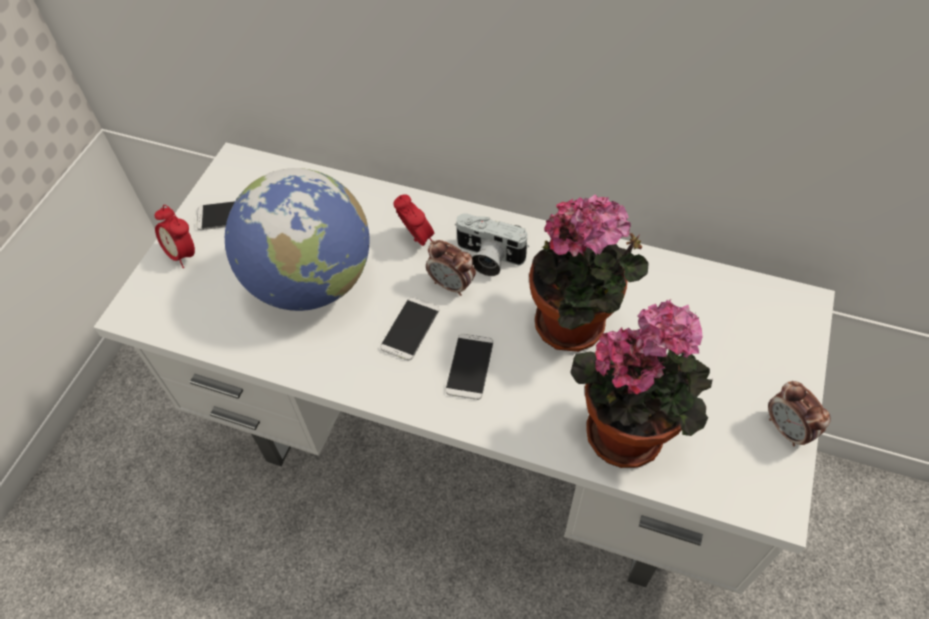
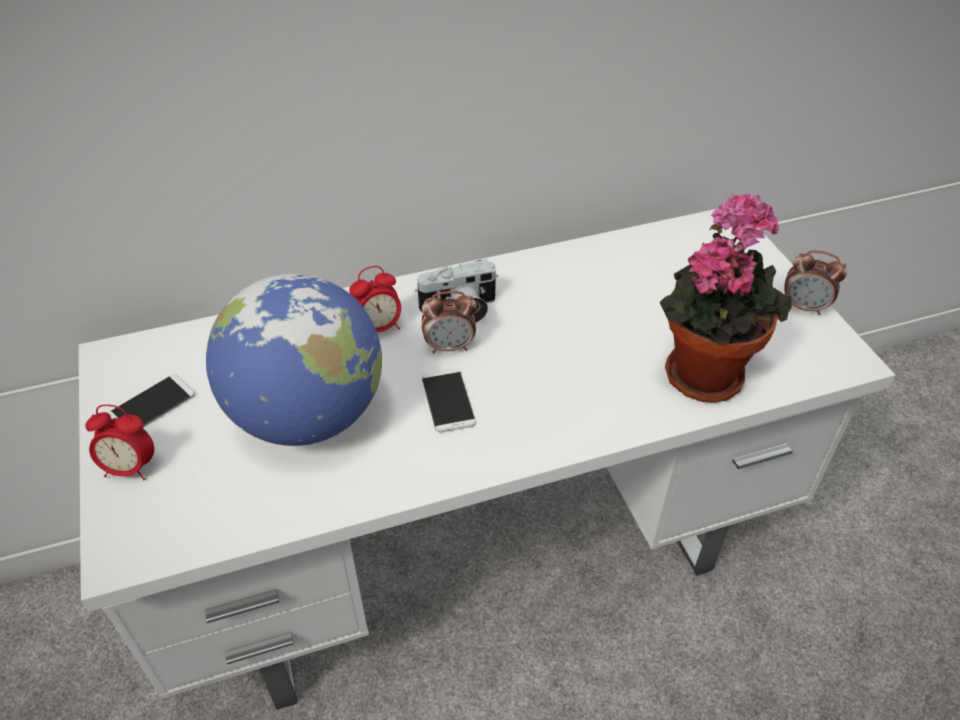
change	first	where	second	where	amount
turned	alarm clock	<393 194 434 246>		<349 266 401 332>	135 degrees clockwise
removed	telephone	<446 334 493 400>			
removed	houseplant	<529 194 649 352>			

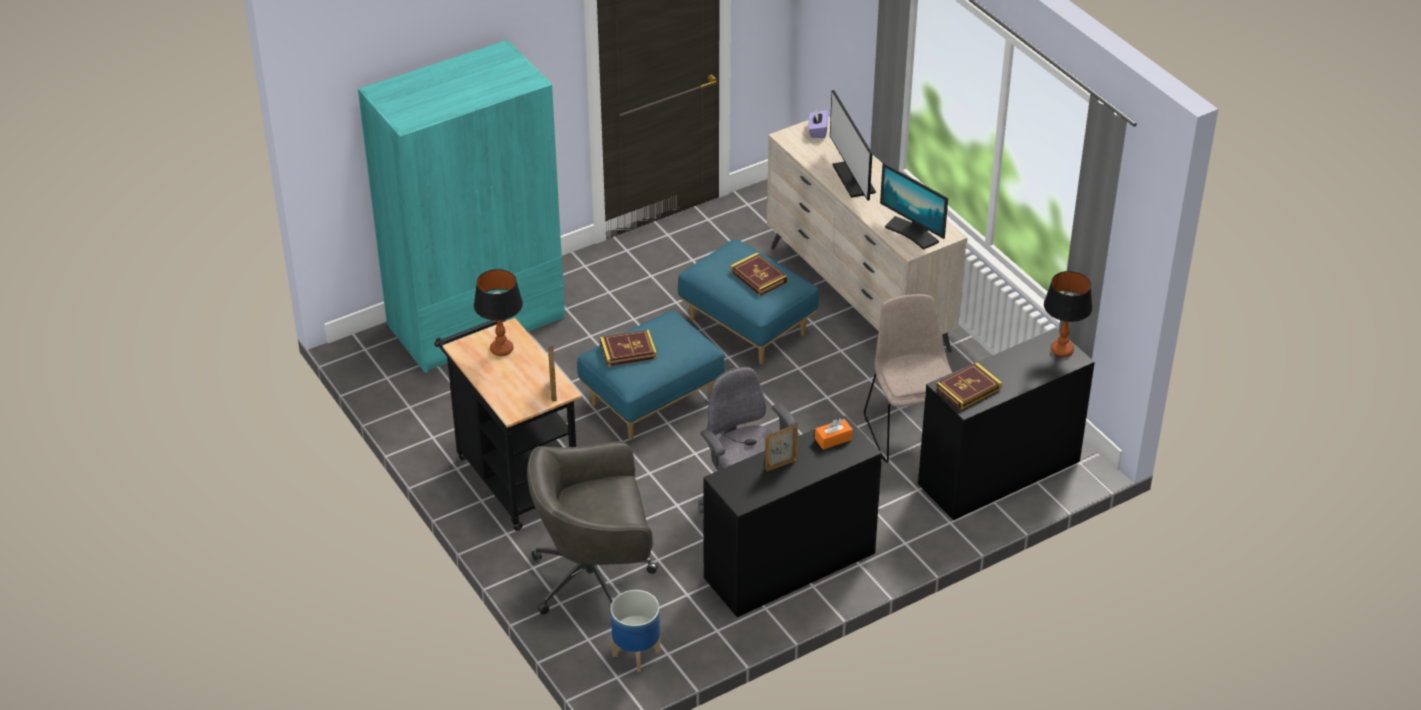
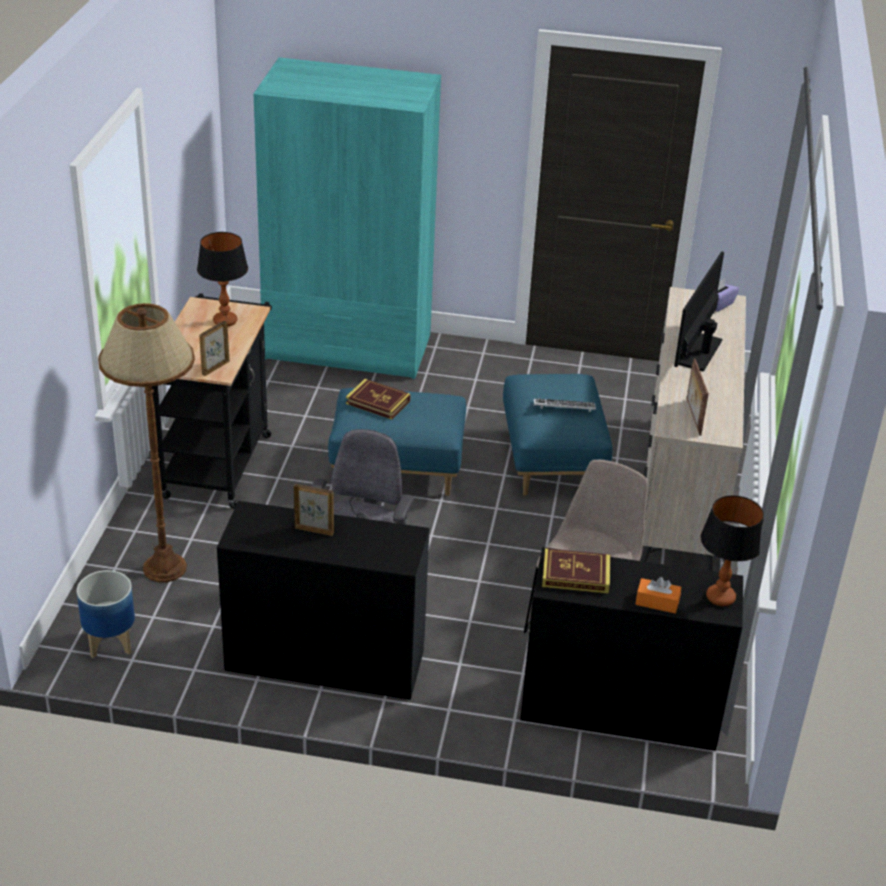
change	first	where	second	where	amount
replaced	grey office chair	<527 441 658 615>	brown floor lamp	<98 303 195 582>	
replaced	book	<730 253 787 296>	computer keyboard	<534 398 596 412>	
moved	orange box of tissues	<815 419 853 450>		<635 577 681 614>	
replaced	monitor	<880 163 948 250>	picture frame	<687 358 709 436>	

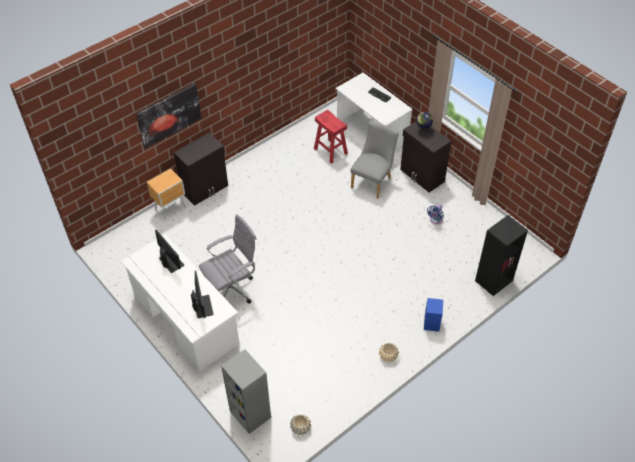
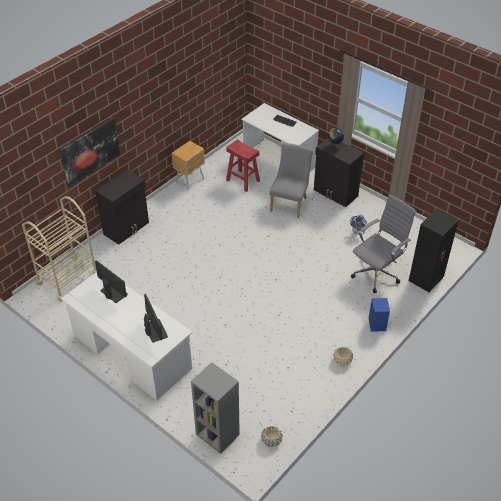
change	first	where	second	where	amount
moved	brown bedside table	<147 168 186 221>		<171 141 205 190>	
moved	grey office chair	<199 214 256 304>		<351 194 416 293>	
added			beige-coloured cart	<22 196 97 302>	

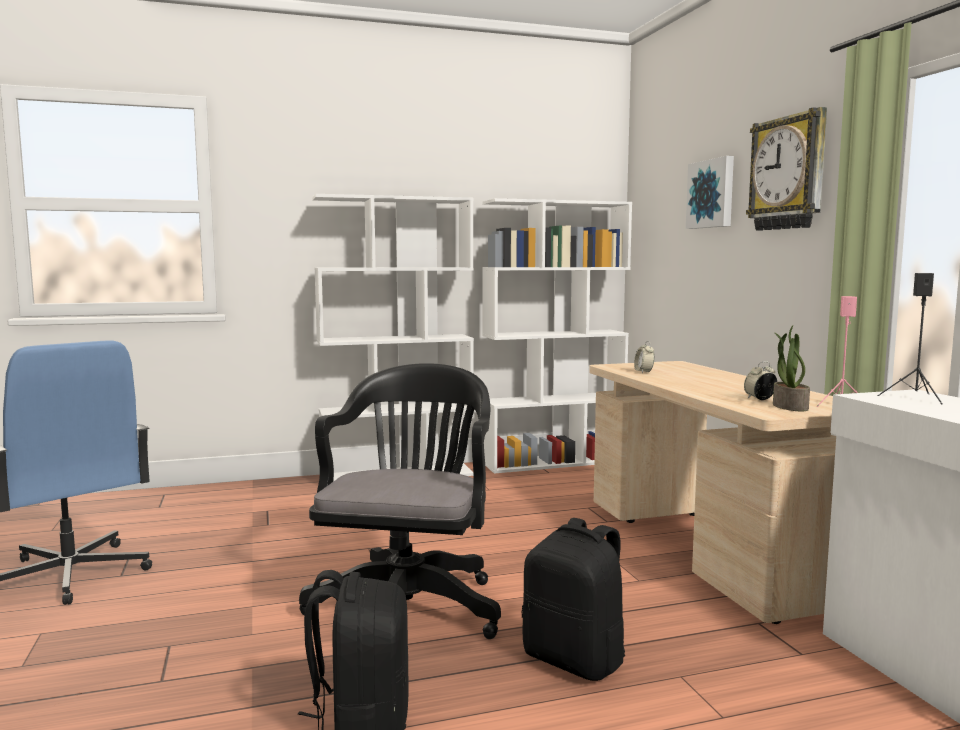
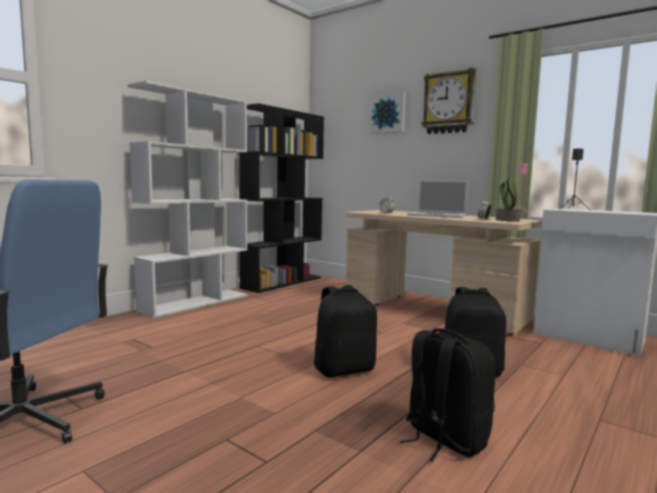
change	first	where	second	where	amount
replaced	black-coloured office chair	<299 363 501 639>	black-coloured knapsack	<314 285 377 377>	
recoloured	white-coloured shelving unit	<482 198 632 474>	black-coloured shelving unit	<239 103 324 293>	
added			notebook computer	<408 179 469 218>	

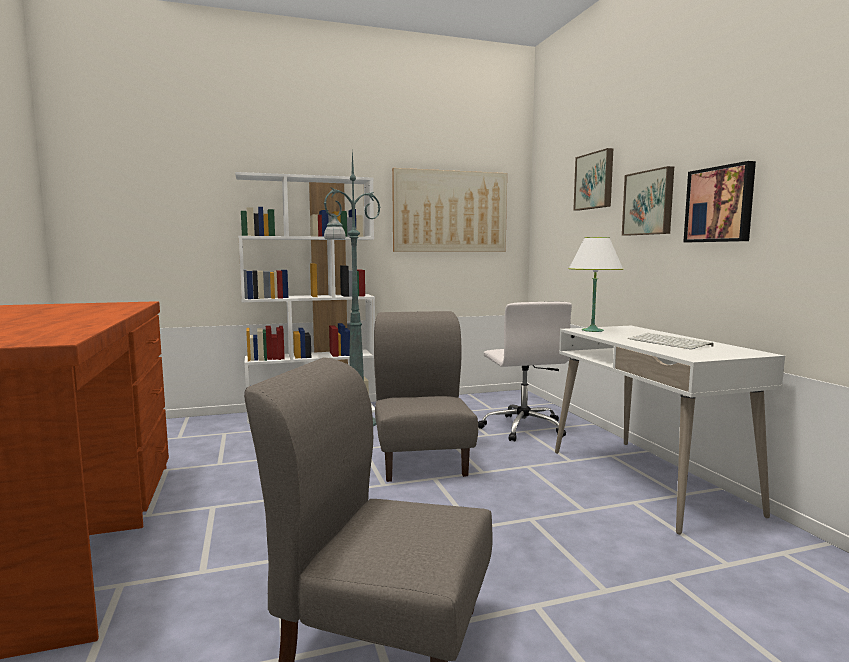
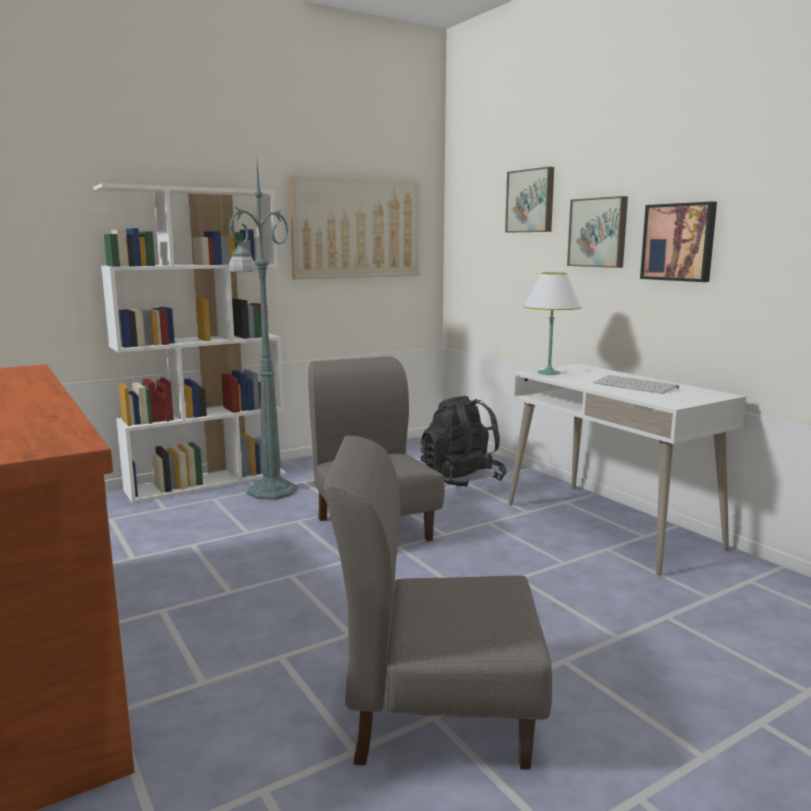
change	first	where	second	where	amount
replaced	white-coloured office chair	<478 302 572 442>	black-coloured knapsack	<421 396 507 487>	

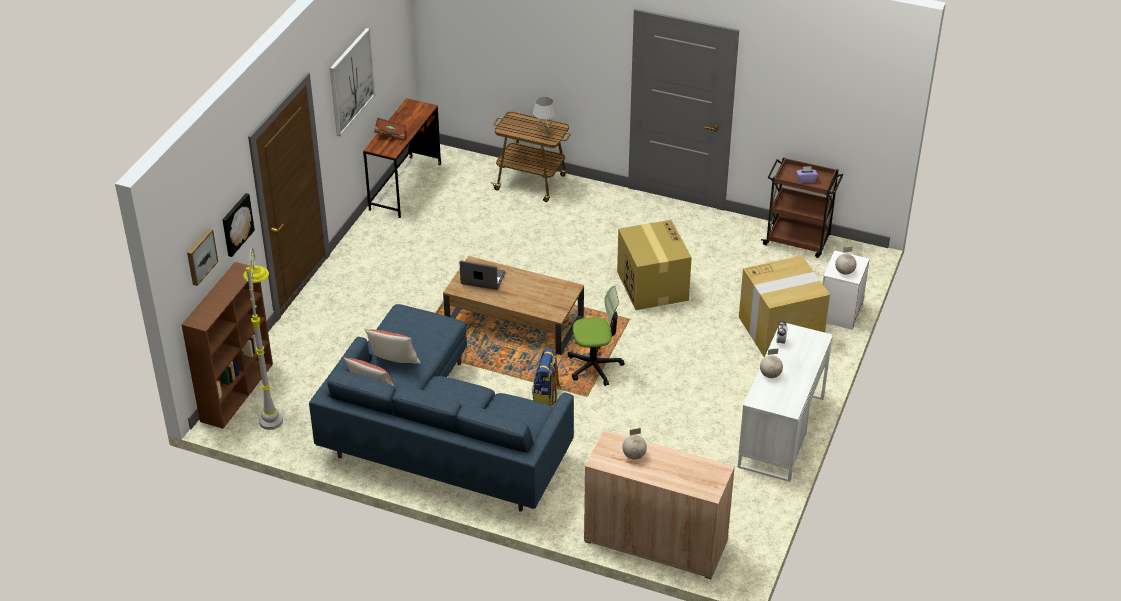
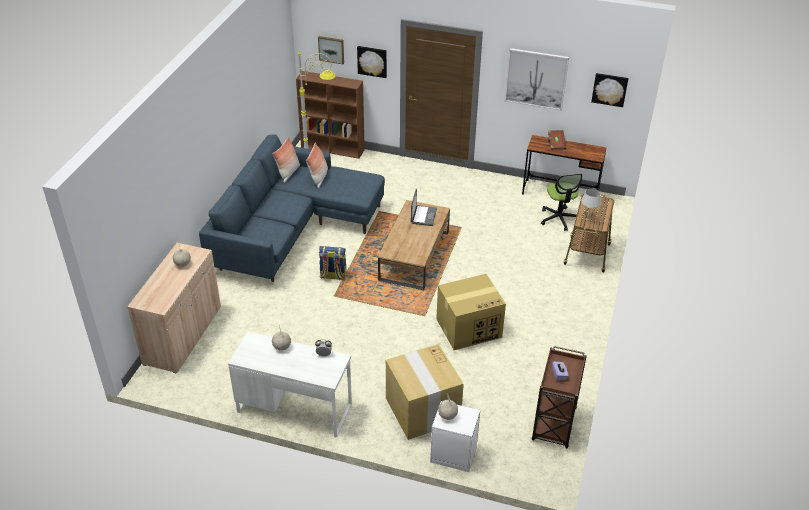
change	first	where	second	where	amount
moved	office chair	<568 286 625 386>		<541 174 582 231>	
added			picture	<591 73 629 107>	

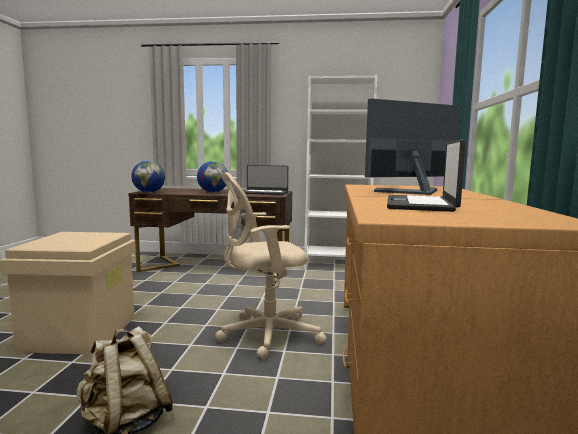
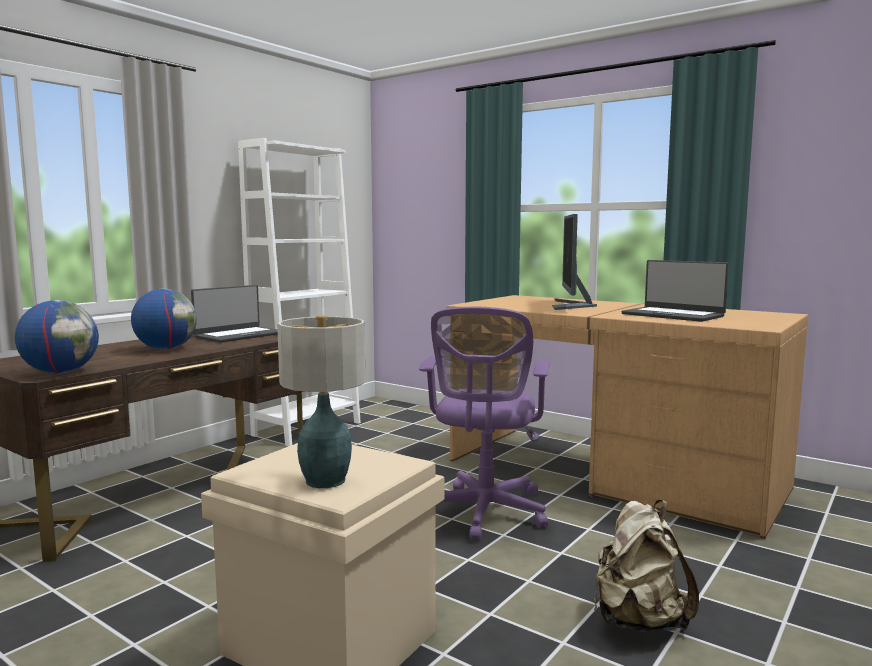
change	first	where	second	where	amount
recoloured	beige-coloured office chair	<215 172 327 360>	purple-coloured office chair	<419 307 550 541>	
added			lamp for a table	<277 315 365 488>	

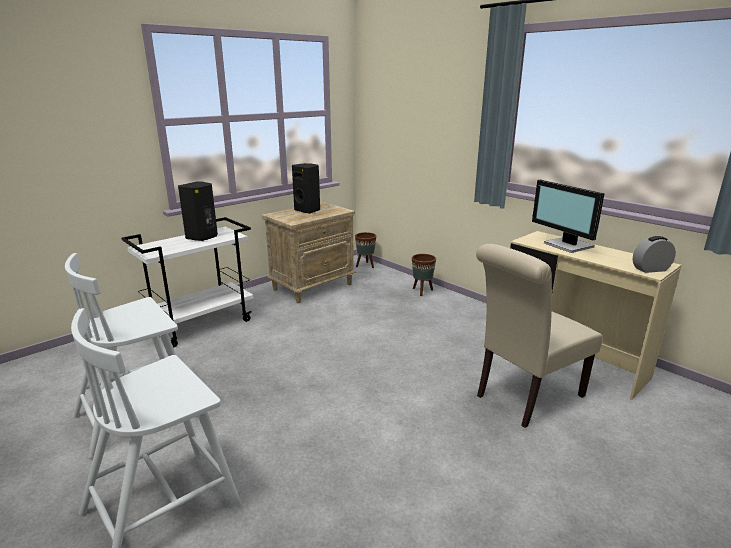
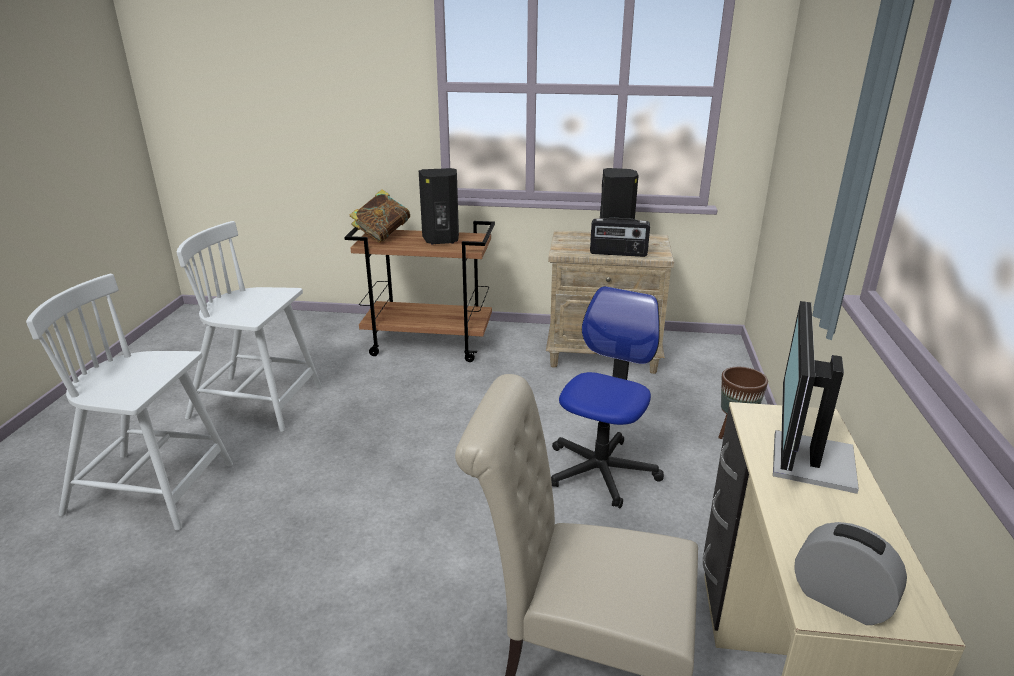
change	first	where	second	where	amount
recoloured	white-coloured cart	<121 217 253 348>	brown cart	<344 221 495 362>	
removed	brown plant pot	<355 232 376 268>			
added			book	<350 189 410 243>	
added			office chair	<551 286 664 509>	
added			radio set	<590 218 650 257>	

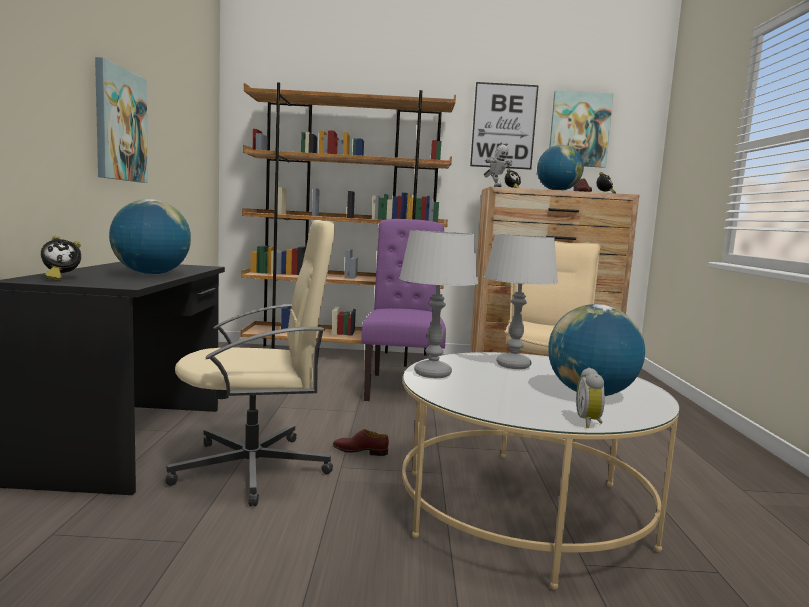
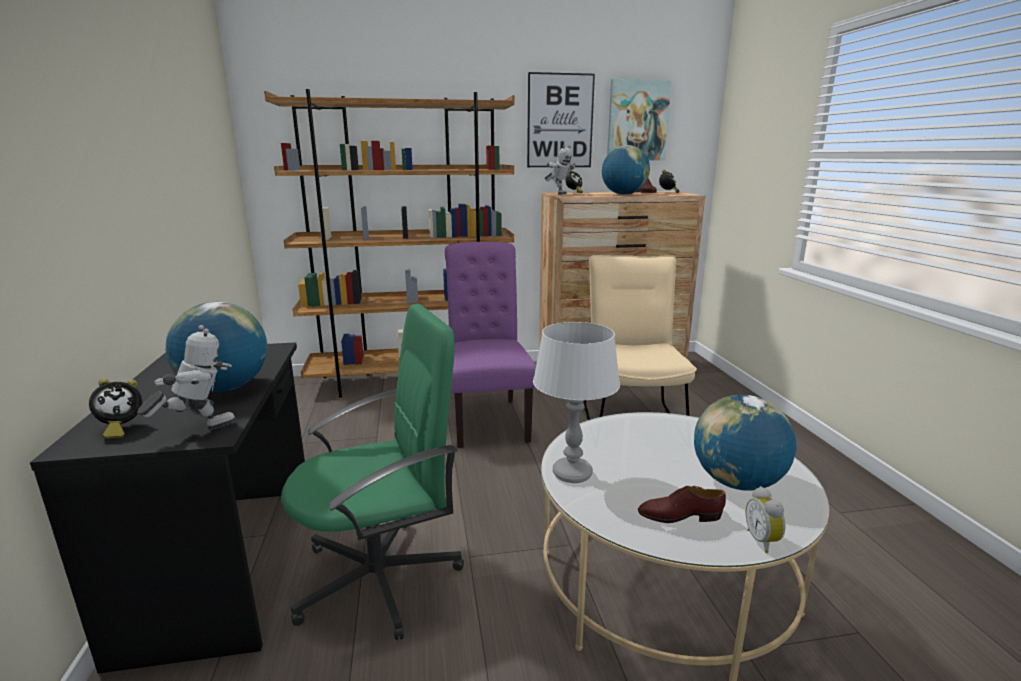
change	first	where	second	where	amount
removed	picture	<95 57 148 183>			
recoloured	beige-coloured office chair	<165 220 335 507>	green-coloured office chair	<281 304 464 640>	
moved	brown low shoe	<333 429 389 456>		<638 486 726 523>	
removed	grey lamp for a table	<484 234 558 369>			
added			toy robot	<138 325 236 430>	

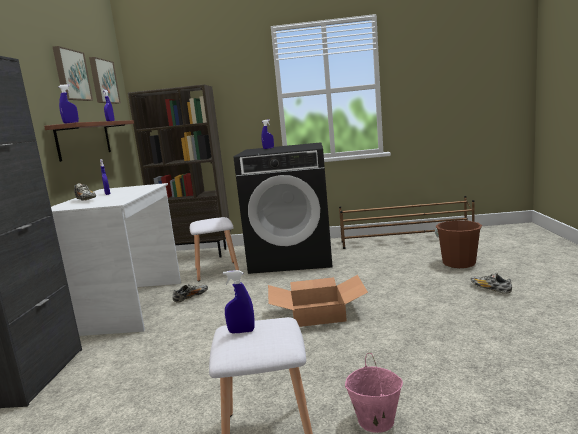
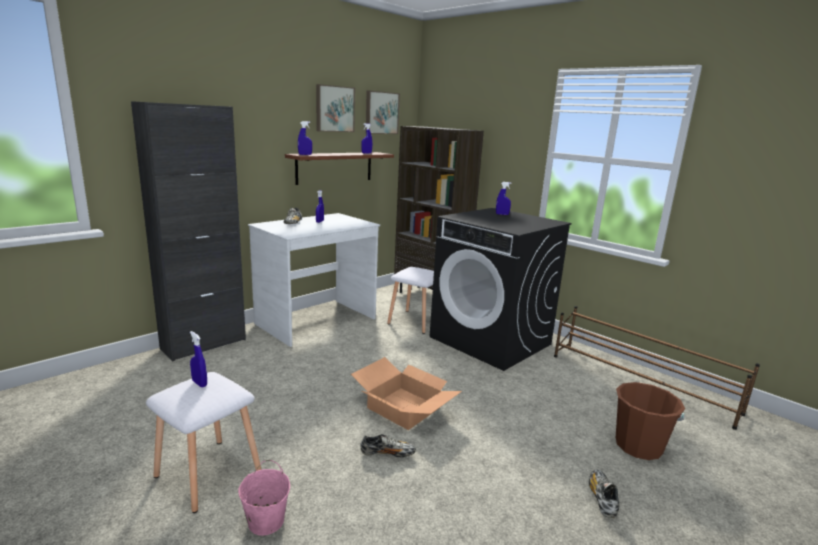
change	first	where	second	where	amount
moved	low shoe	<172 284 208 303>		<360 434 416 458>	

